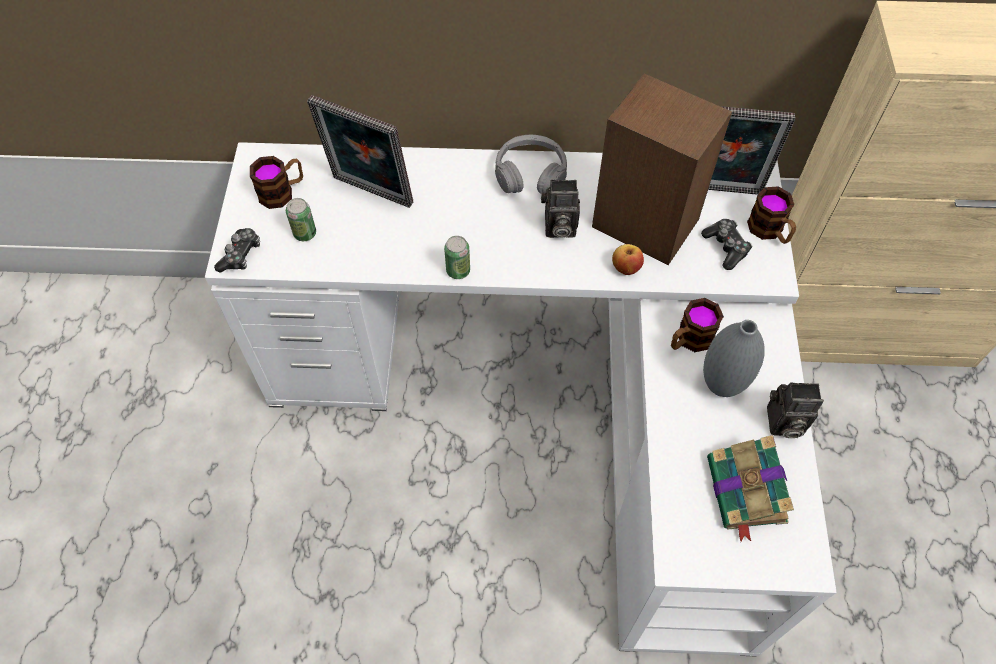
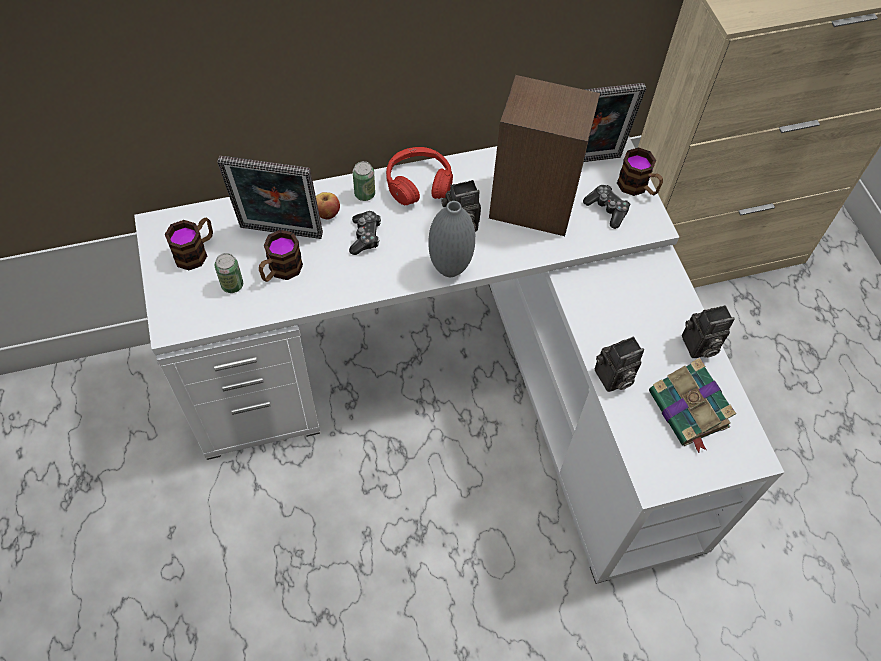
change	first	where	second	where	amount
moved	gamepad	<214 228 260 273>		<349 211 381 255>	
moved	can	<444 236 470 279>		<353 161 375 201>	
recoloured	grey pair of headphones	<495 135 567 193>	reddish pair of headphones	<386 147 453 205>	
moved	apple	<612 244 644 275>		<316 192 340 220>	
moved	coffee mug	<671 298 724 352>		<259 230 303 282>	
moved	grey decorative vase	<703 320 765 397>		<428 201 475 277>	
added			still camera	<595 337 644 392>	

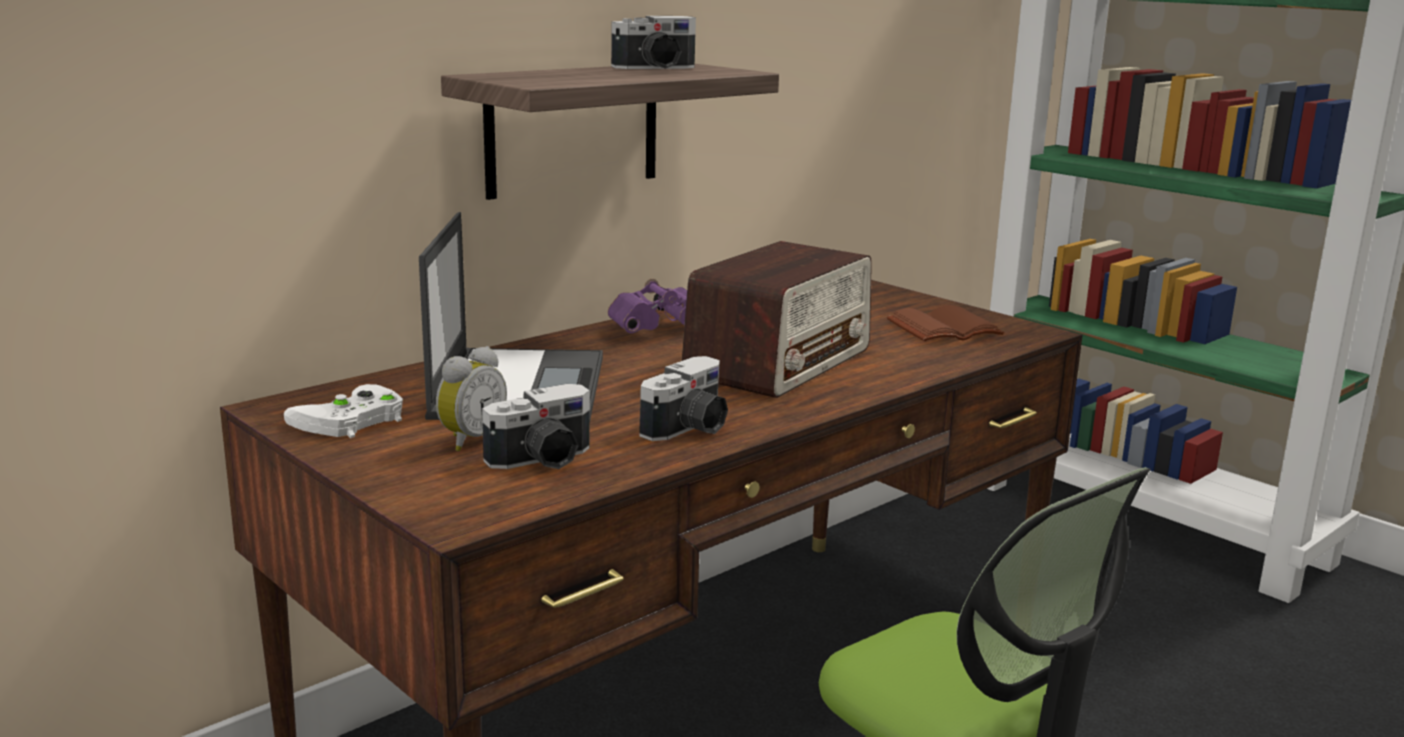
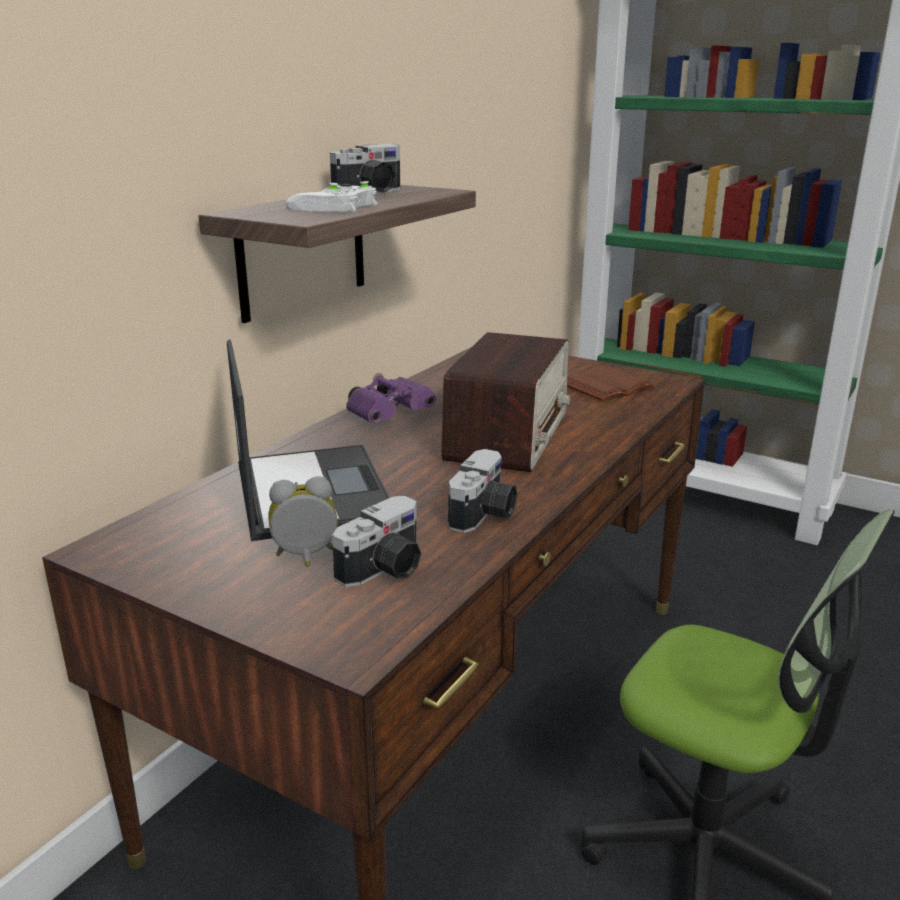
change	first	where	second	where	amount
moved	white-coloured gamepad	<284 384 403 438>		<286 181 377 212>	
turned	alarm clock	<436 346 507 451>		<268 476 338 566>	120 degrees counterclockwise

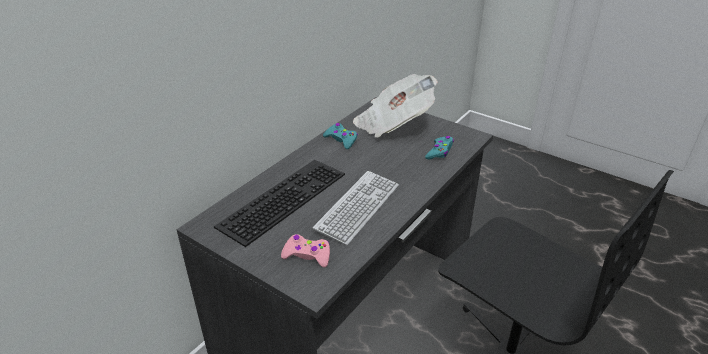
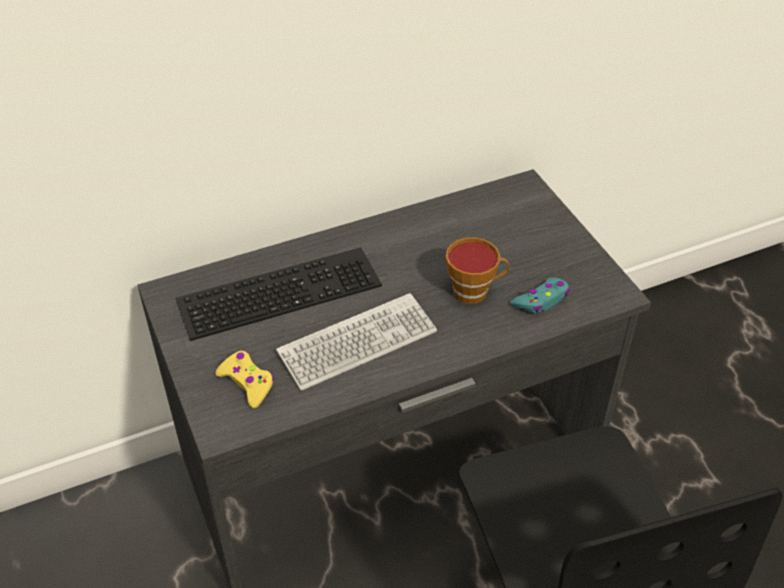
change	first	where	second	where	amount
recoloured	pink-coloured gamepad	<281 234 330 267>	yellow gamepad	<215 351 274 408>	
removed	turquoise-coloured gamepad	<323 123 358 149>			
removed	daily paper	<353 74 438 138>			
added			small cup	<446 237 509 304>	

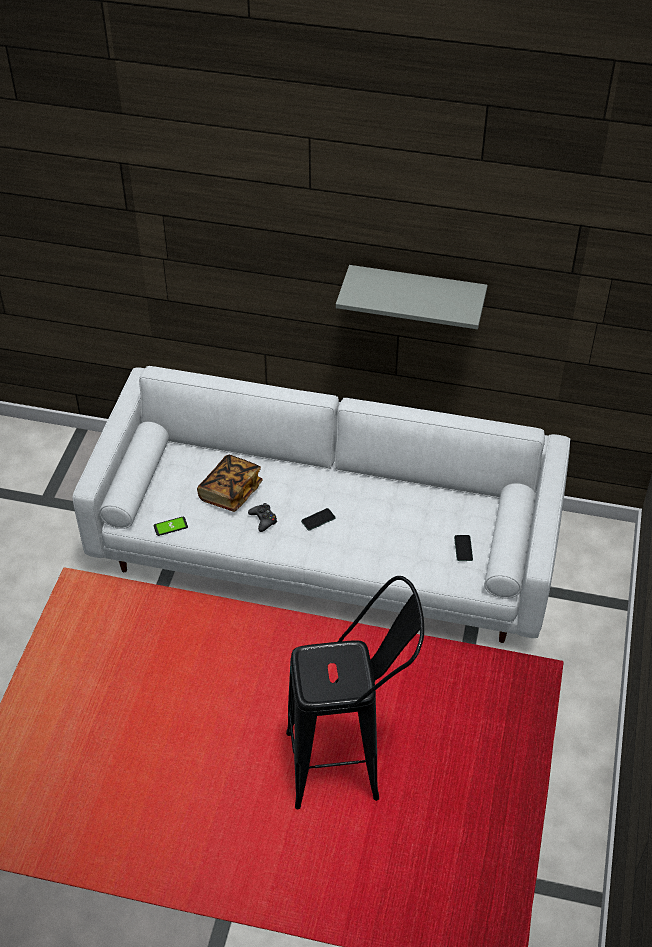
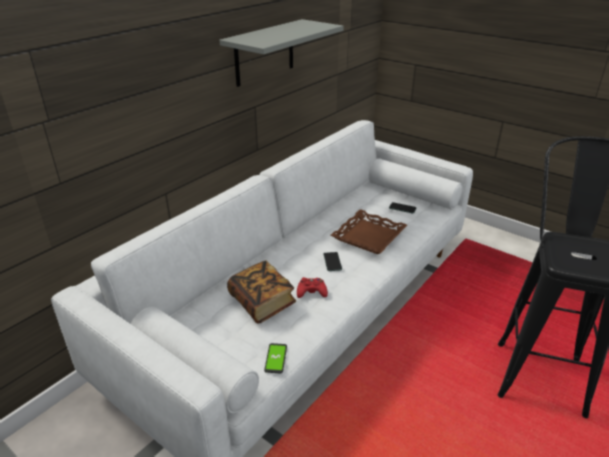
change	first	where	second	where	amount
recoloured	black-coloured gamepad	<248 503 277 532>	reddish gamepad	<297 277 328 298>	
added			brown carrying tray	<331 209 407 254>	

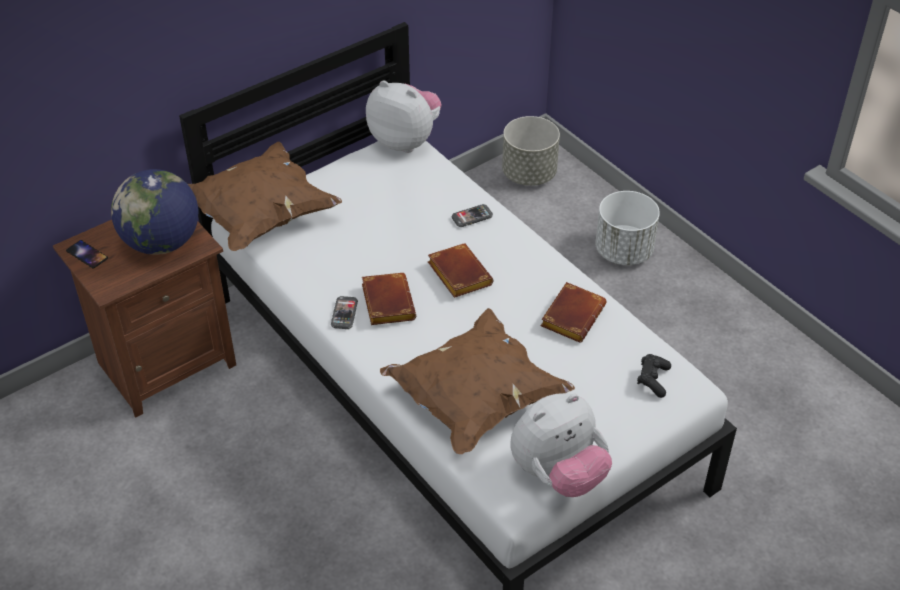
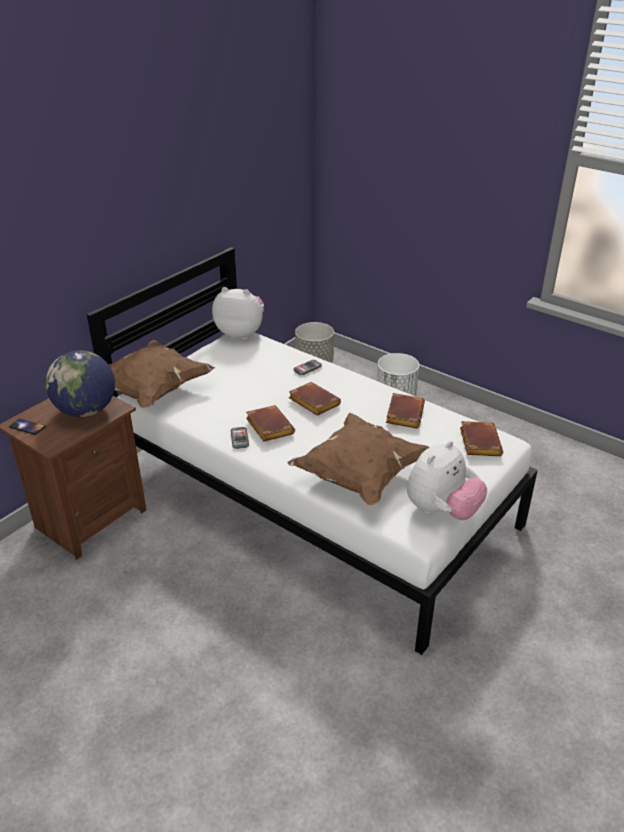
change	first	where	second	where	amount
replaced	black-coloured gamepad	<637 354 671 398>	brown book	<460 421 503 456>	

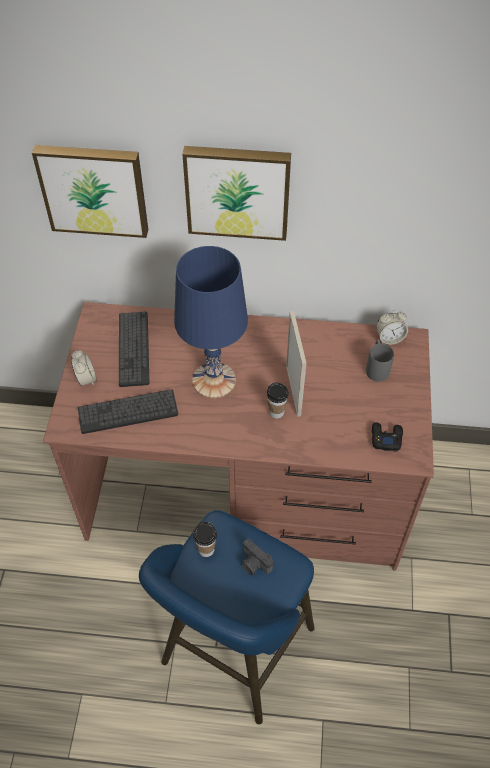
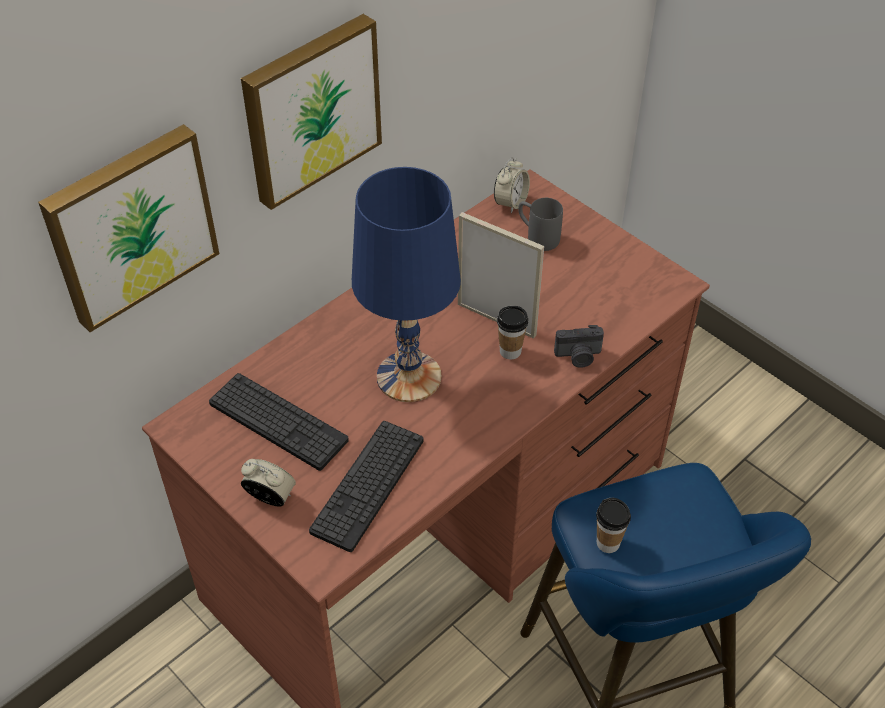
change	first	where	second	where	amount
moved	still camera	<241 539 273 575>		<554 325 604 368>	
removed	black-coloured gamepad	<372 422 403 452>			

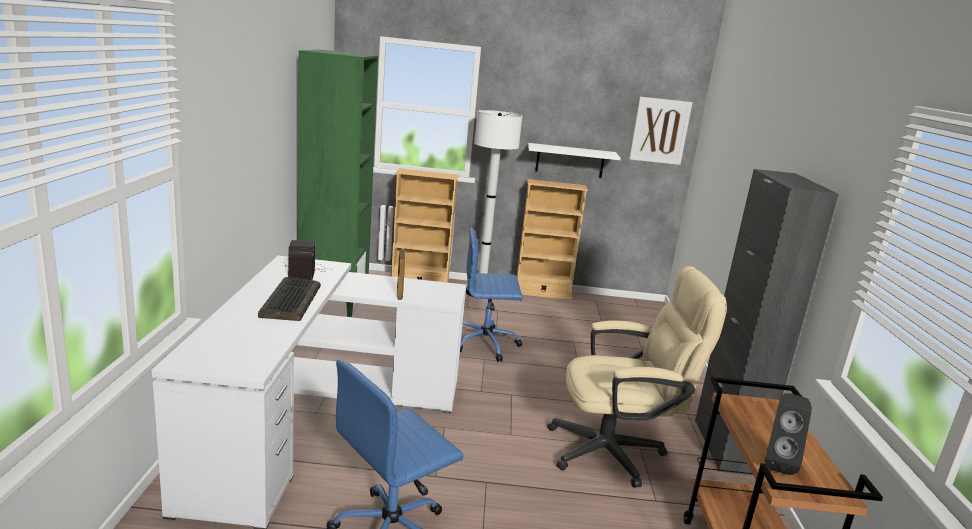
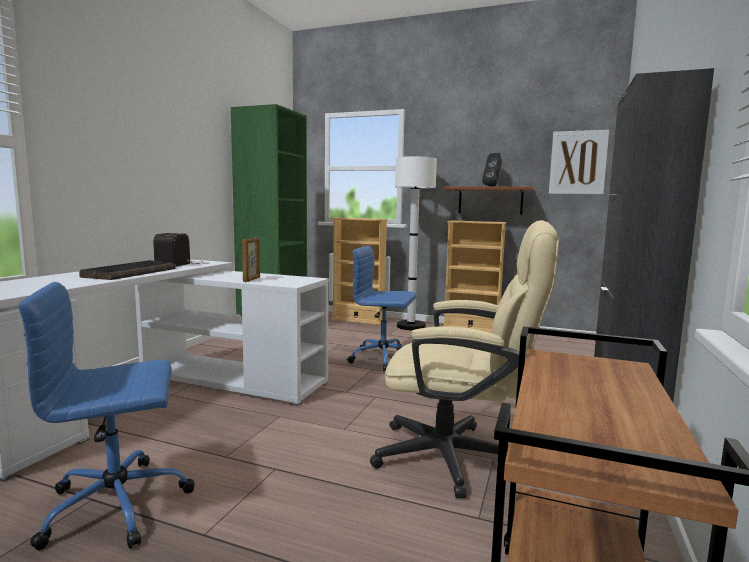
change	first	where	second	where	amount
recoloured	white-coloured shelf	<528 143 621 178>	brown shelf	<444 186 534 215>	
moved	black-coloured speaker	<765 393 812 475>		<482 153 502 187>	

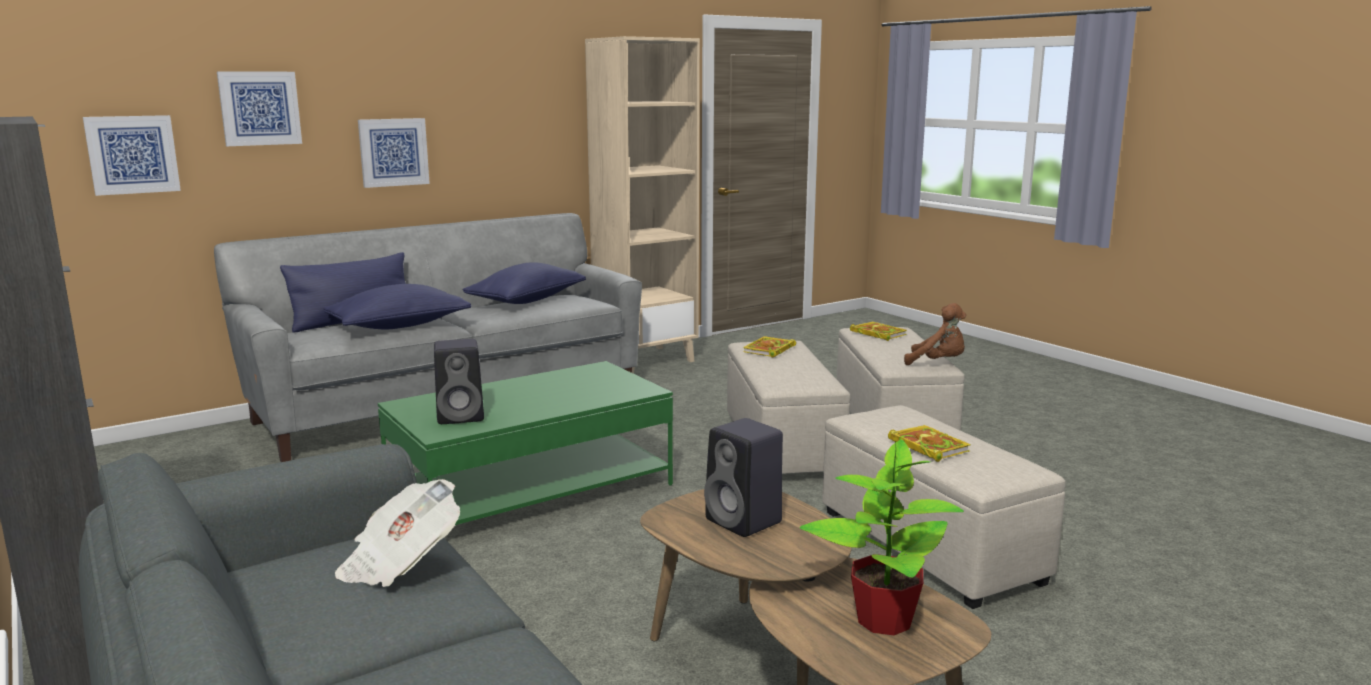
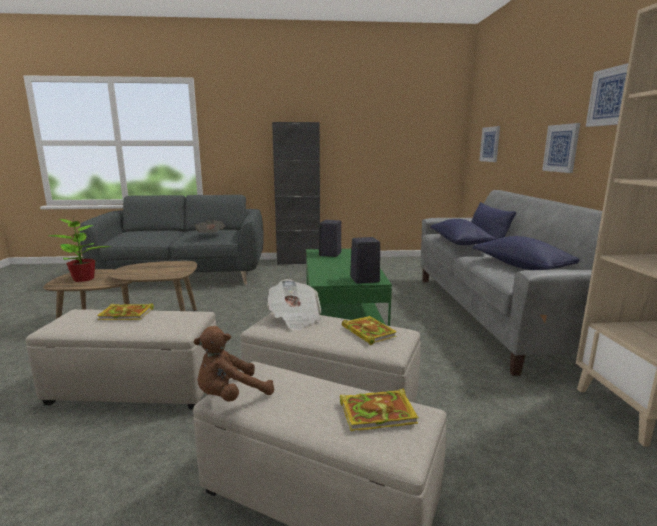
change	first	where	second	where	amount
moved	picture	<217 71 302 146>		<586 63 628 127>	
moved	black-coloured speaker	<704 418 783 537>		<350 237 380 284>	
added			daily paper	<267 279 322 331>	

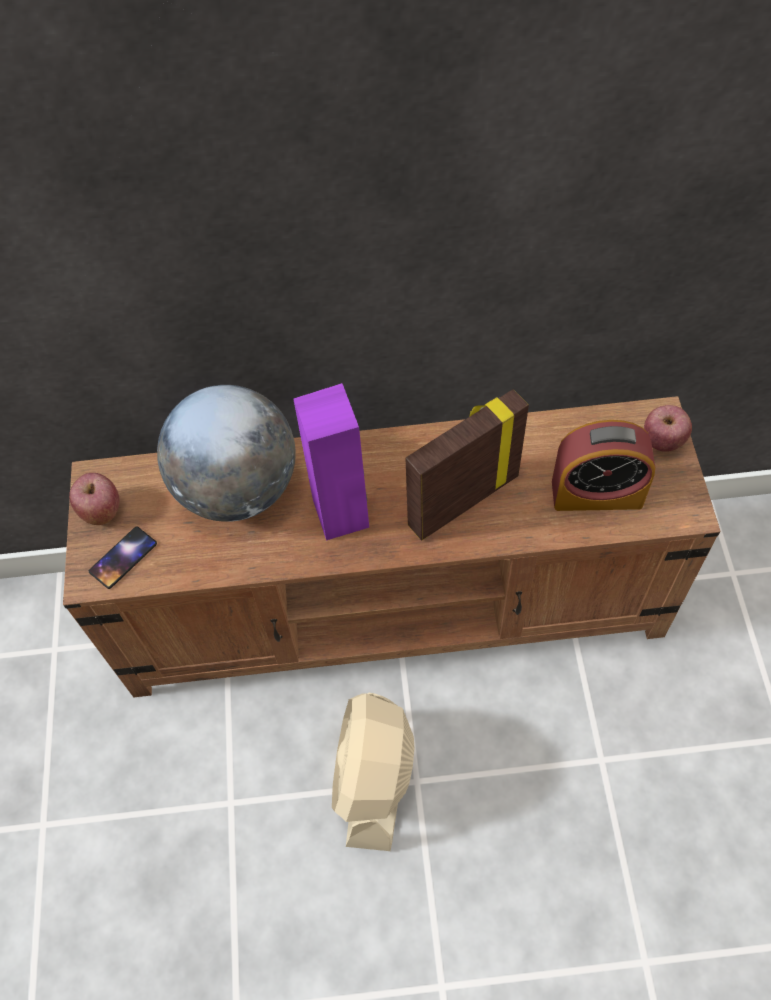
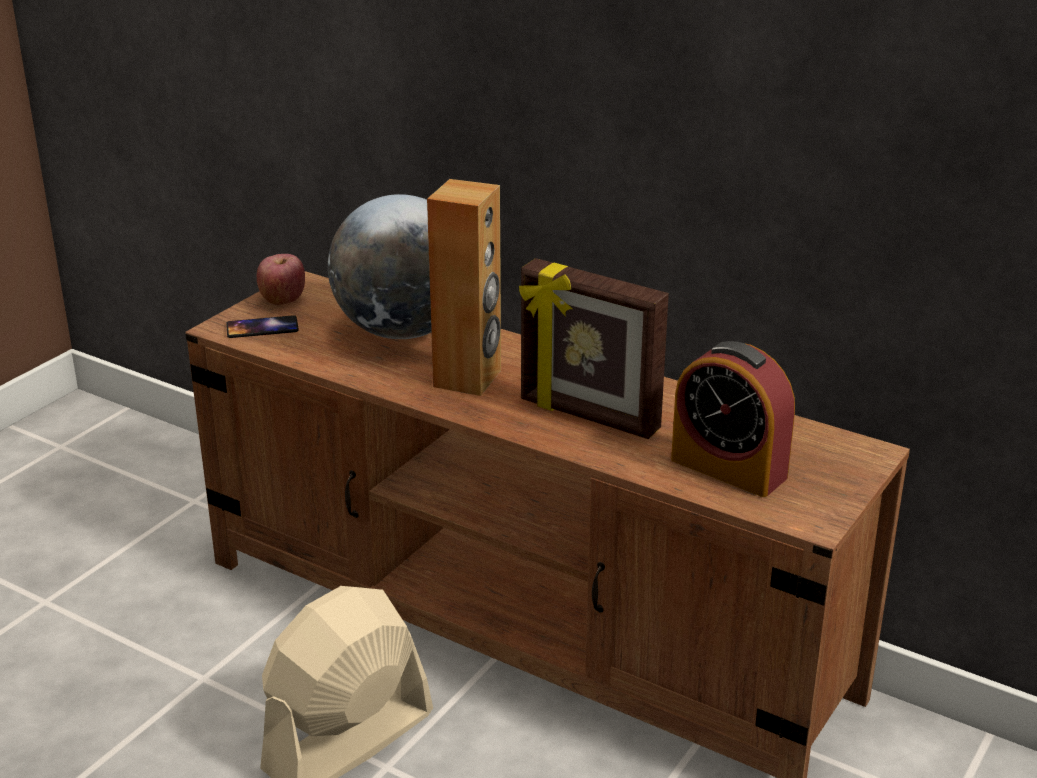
change	first	where	second	where	amount
recoloured	purple-coloured speaker	<293 383 369 541>	brown speaker	<427 179 501 396>	
turned	picture frame	<405 389 529 541>		<519 258 669 439>	150 degrees counterclockwise
removed	apple	<644 405 692 452>			

